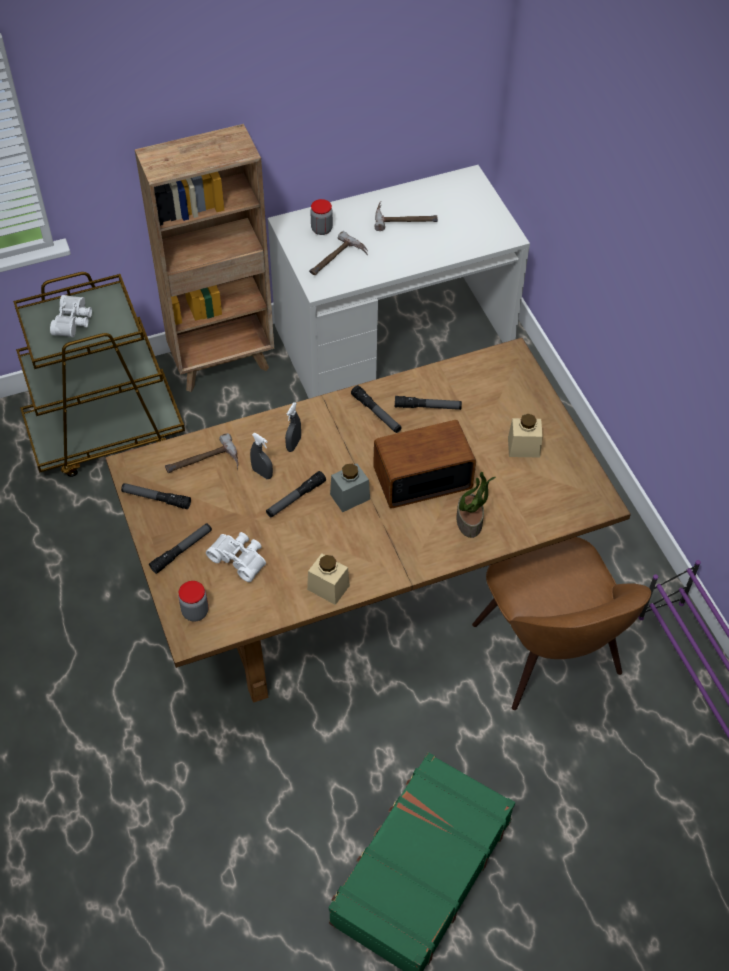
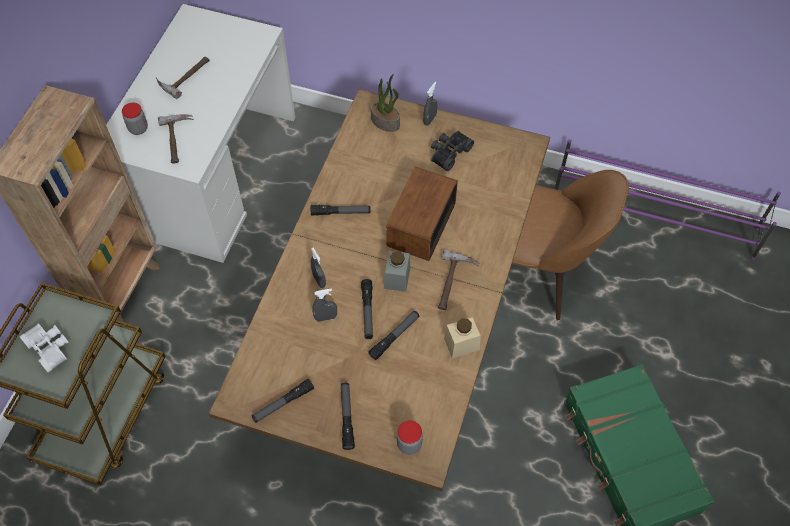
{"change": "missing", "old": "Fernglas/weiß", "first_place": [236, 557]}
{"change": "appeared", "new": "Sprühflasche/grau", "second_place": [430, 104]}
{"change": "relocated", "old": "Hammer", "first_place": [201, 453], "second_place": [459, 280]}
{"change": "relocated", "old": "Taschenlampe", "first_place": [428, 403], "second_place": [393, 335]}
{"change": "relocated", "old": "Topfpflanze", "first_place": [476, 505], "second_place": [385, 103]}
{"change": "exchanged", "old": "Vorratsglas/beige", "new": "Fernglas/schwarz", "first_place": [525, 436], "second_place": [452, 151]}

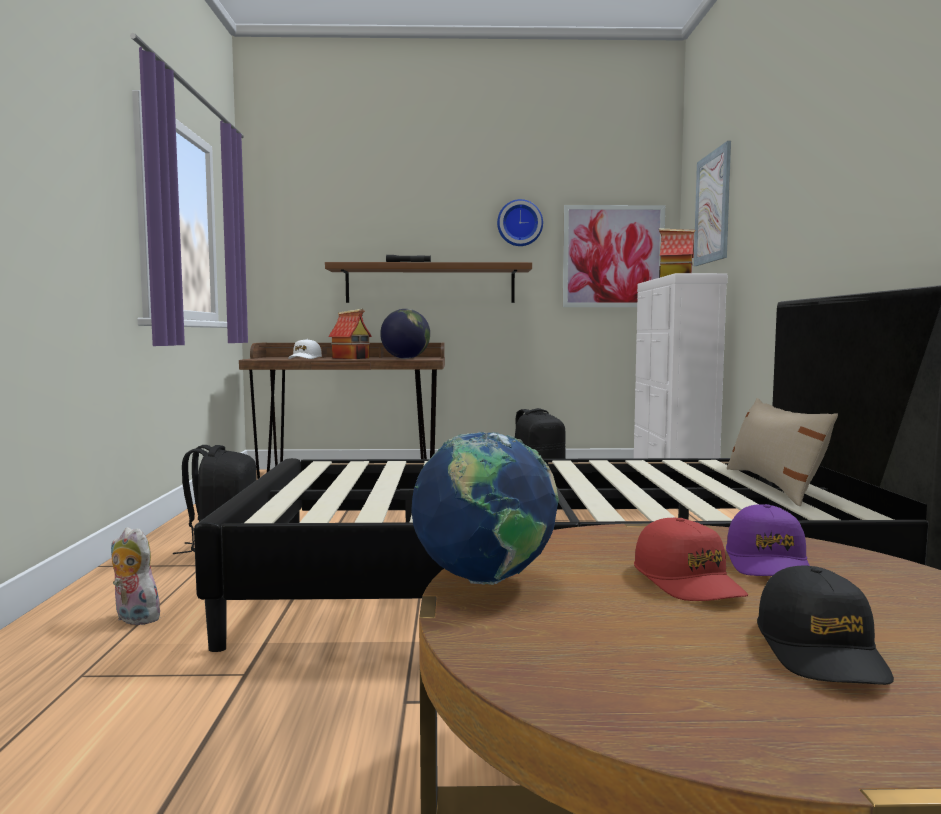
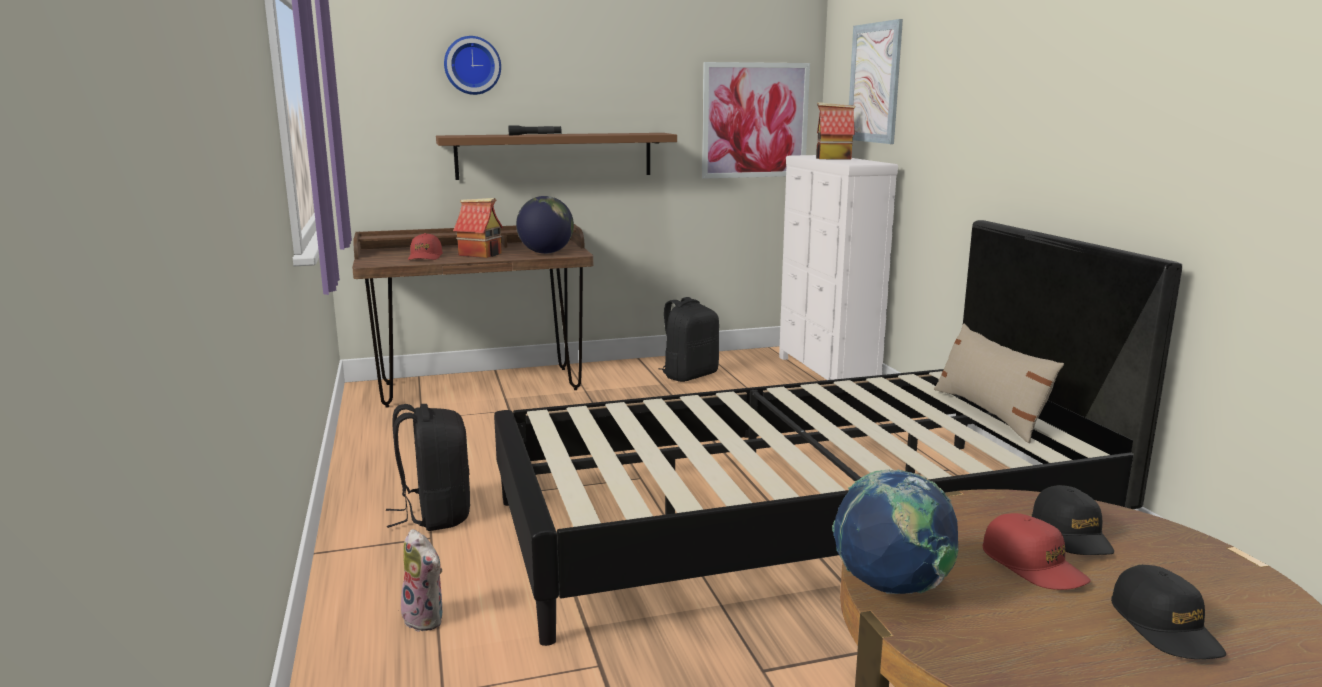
{"change": "relocated", "old": "Wanduhr", "first_place": [520, 222], "second_place": [472, 65]}
{"change": "colour", "old": "Kappe/weiß", "new": "Kappe/rot", "first_place": [305, 349], "second_place": [425, 246]}
{"change": "colour", "old": "Kappe/lila", "new": "Kappe/schwarz", "first_place": [768, 540], "second_place": [1073, 520]}
{"change": "spun", "old": "Plüschtier", "first_place": [136, 576], "second_place": [421, 580], "degrees": -150}

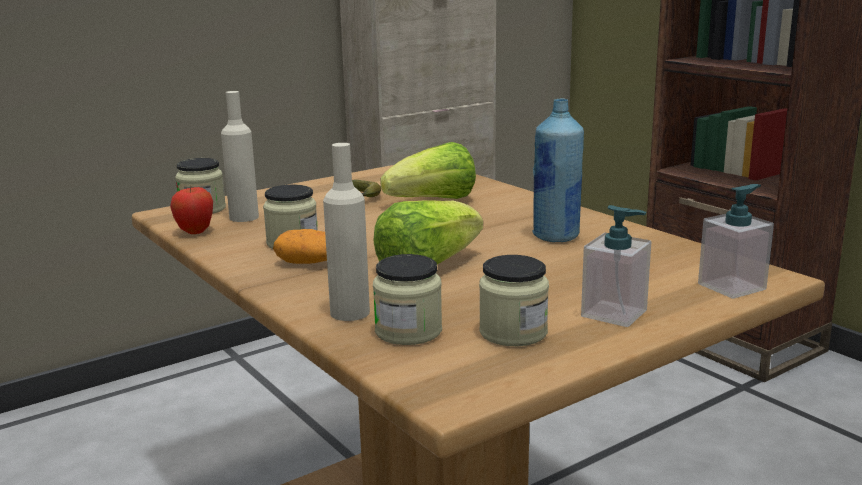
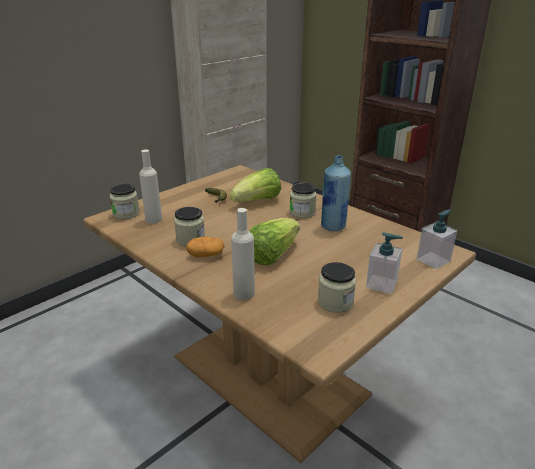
{"change": "missing", "old": "Apfel", "first_place": [191, 210]}
{"change": "relocated", "old": "Vorratsglas", "first_place": [407, 299], "second_place": [303, 200]}

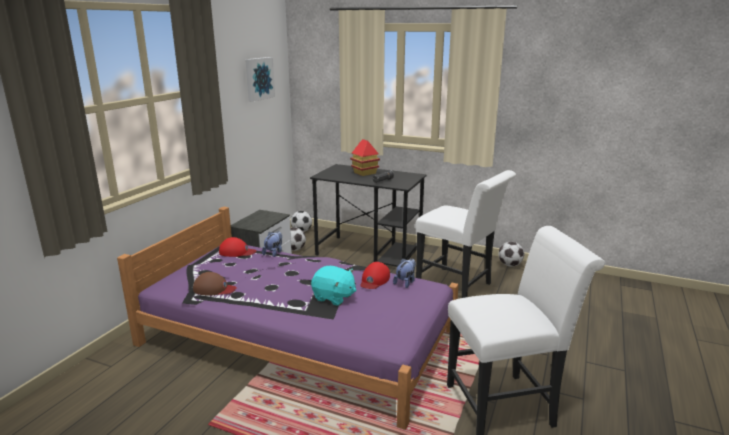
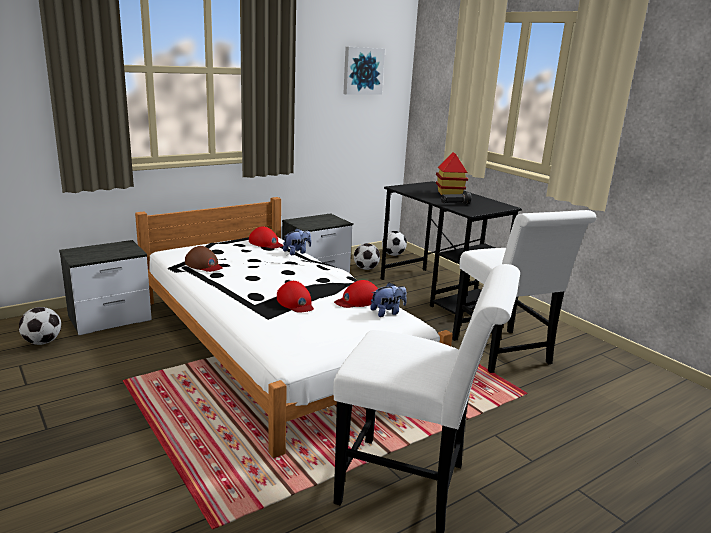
{"change": "appeared", "new": "Nachttisch", "second_place": [105, 287]}
{"change": "relocated", "old": "Fußball", "first_place": [511, 254], "second_place": [40, 326]}
{"change": "exchanged", "old": "Plüschtier/türkis", "new": "Kappe/rot", "first_place": [333, 286], "second_place": [295, 297]}
{"change": "colour", "old": "Bett/lila", "new": "Bett/weiß", "first_place": [288, 318], "second_place": [294, 327]}

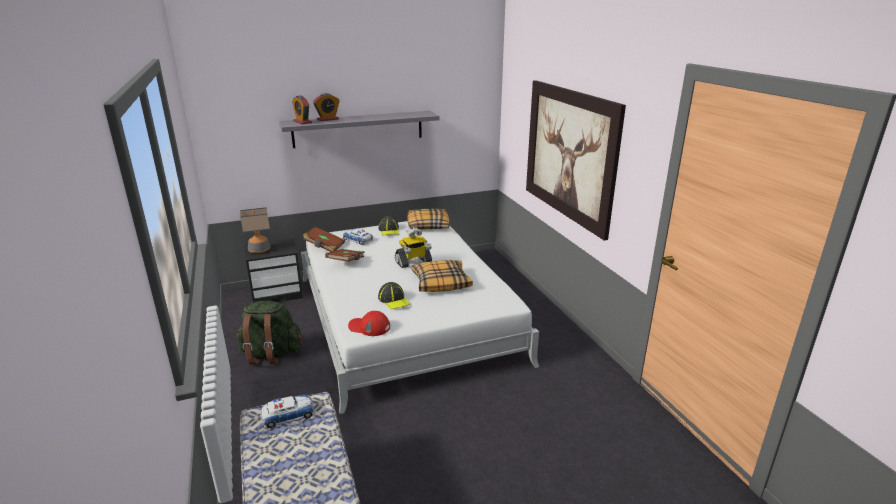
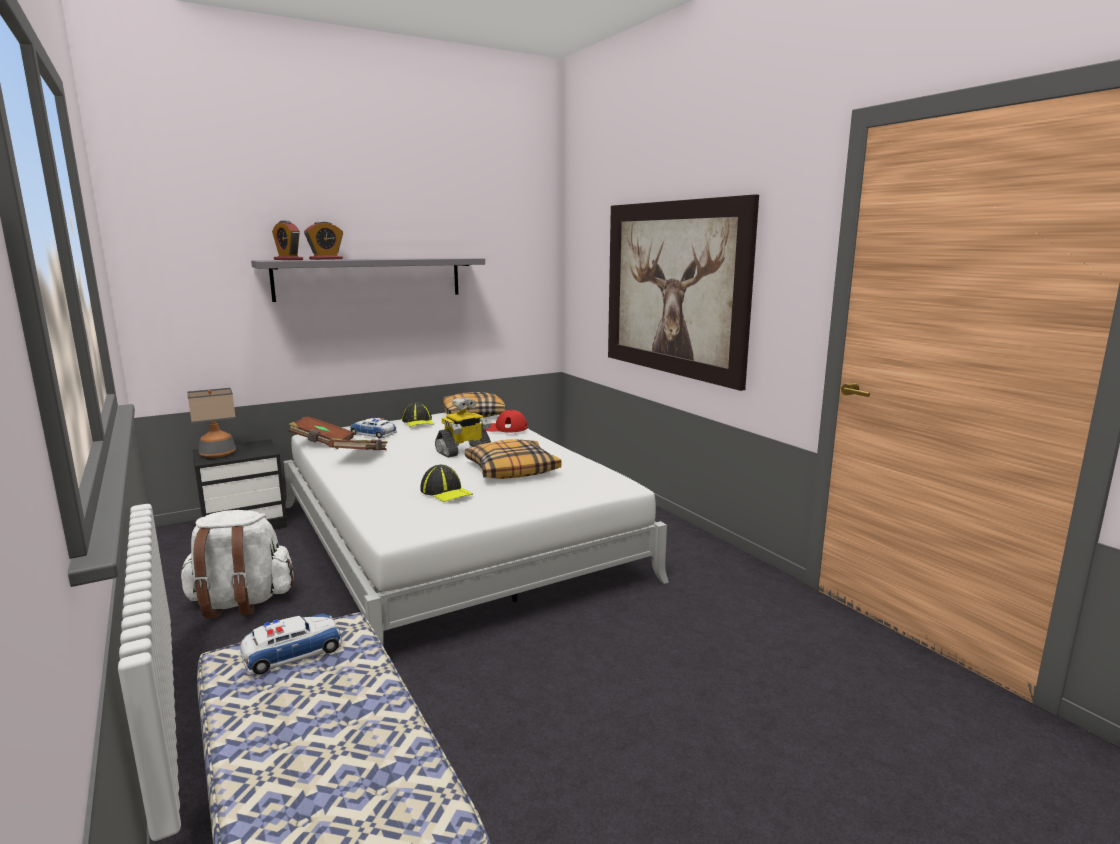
{"change": "relocated", "old": "Kappe/rot", "first_place": [369, 323], "second_place": [507, 421]}
{"change": "colour", "old": "Rucksack/grün", "new": "Rucksack/weiß", "first_place": [269, 333], "second_place": [236, 564]}

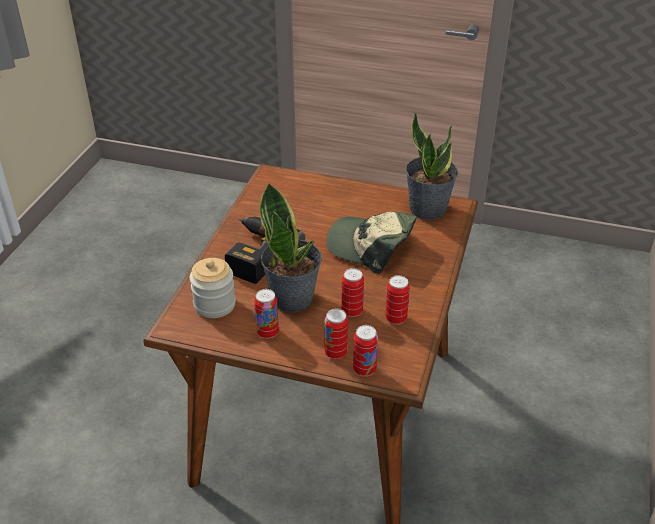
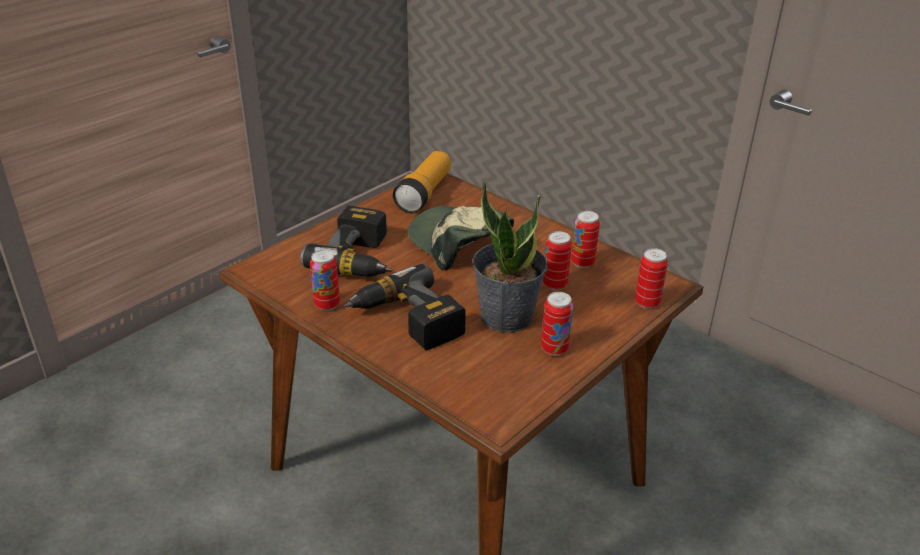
{"change": "missing", "old": "Vorratsglas", "first_place": [213, 288]}
{"change": "appeared", "new": "Bohrmaschine", "second_place": [346, 241]}
{"change": "relocated", "old": "Dose", "first_place": [336, 334], "second_place": [325, 280]}
{"change": "exchanged", "old": "Topfpflanze", "new": "Taschenlampe", "first_place": [431, 165], "second_place": [422, 182]}
{"change": "spun", "old": "Kappe", "first_place": [371, 243], "second_place": [461, 238], "degrees": 90}

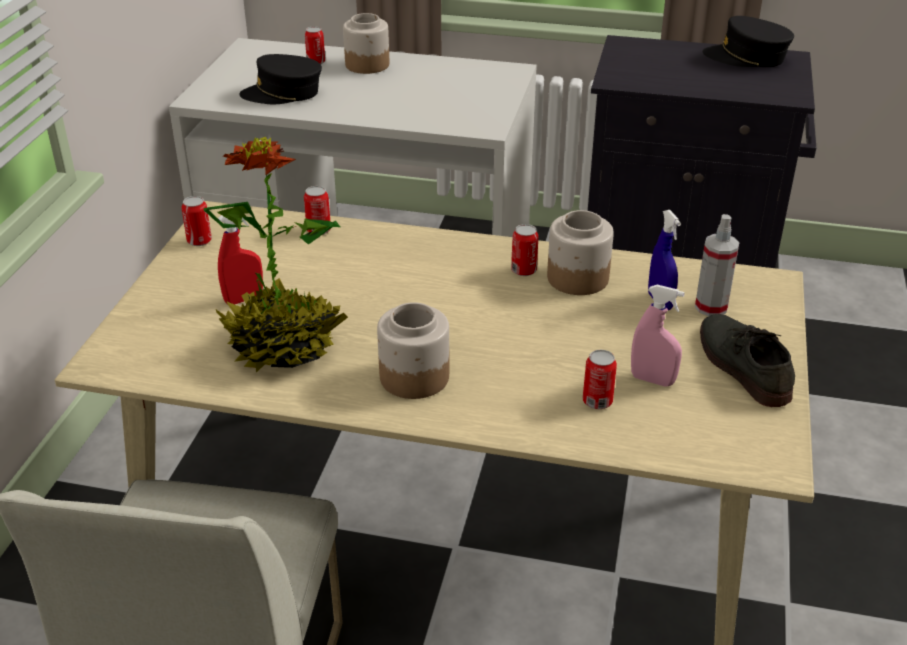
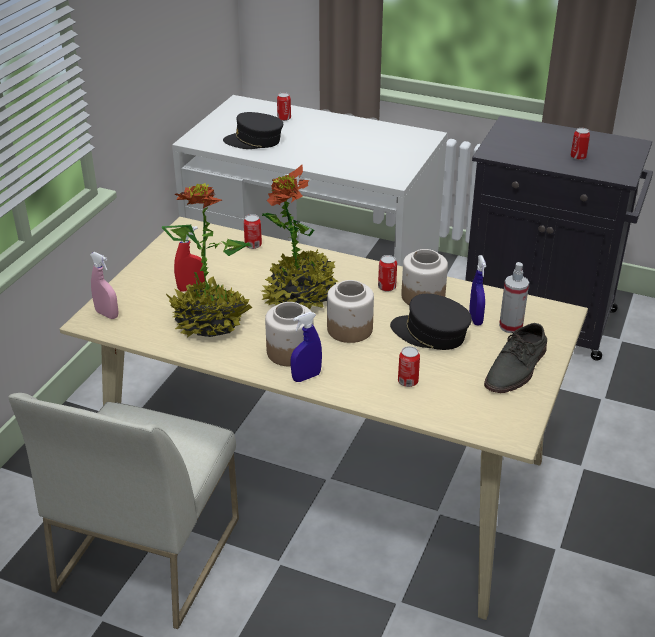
{"change": "appeared", "new": "Topfpflanze", "second_place": [300, 237]}
{"change": "appeared", "new": "Sprühflasche/blau", "second_place": [306, 347]}
{"change": "relocated", "old": "Dose", "first_place": [197, 221], "second_place": [580, 144]}
{"change": "relocated", "old": "Vorratsglas", "first_place": [366, 43], "second_place": [350, 311]}
{"change": "relocated", "old": "Sprühflasche/rosa", "first_place": [658, 335], "second_place": [104, 285]}
{"change": "relocated", "old": "Kappe/schwarz", "first_place": [748, 41], "second_place": [431, 322]}
{"change": "spun", "old": "Schuh/grau", "first_place": [747, 360], "second_place": [515, 358], "degrees": -135}

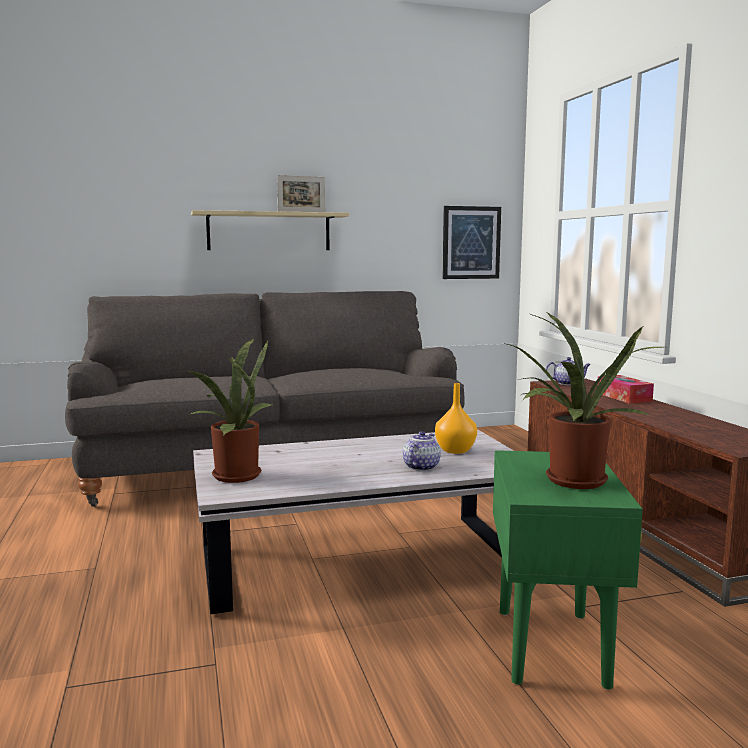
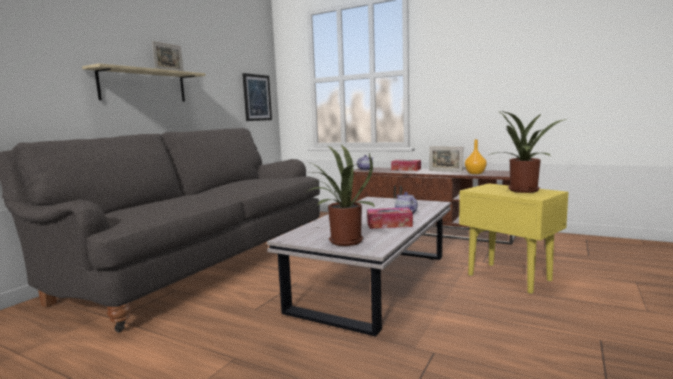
{"change": "appeared", "new": "Taschentuchbox", "second_place": [390, 218]}
{"change": "appeared", "new": "Bilderrahmen", "second_place": [446, 159]}
{"change": "relocated", "old": "Vase/orange", "first_place": [456, 418], "second_place": [476, 156]}
{"change": "colour", "old": "Beistelltisch/grün", "new": "Beistelltisch/gelb", "first_place": [568, 569], "second_place": [513, 238]}

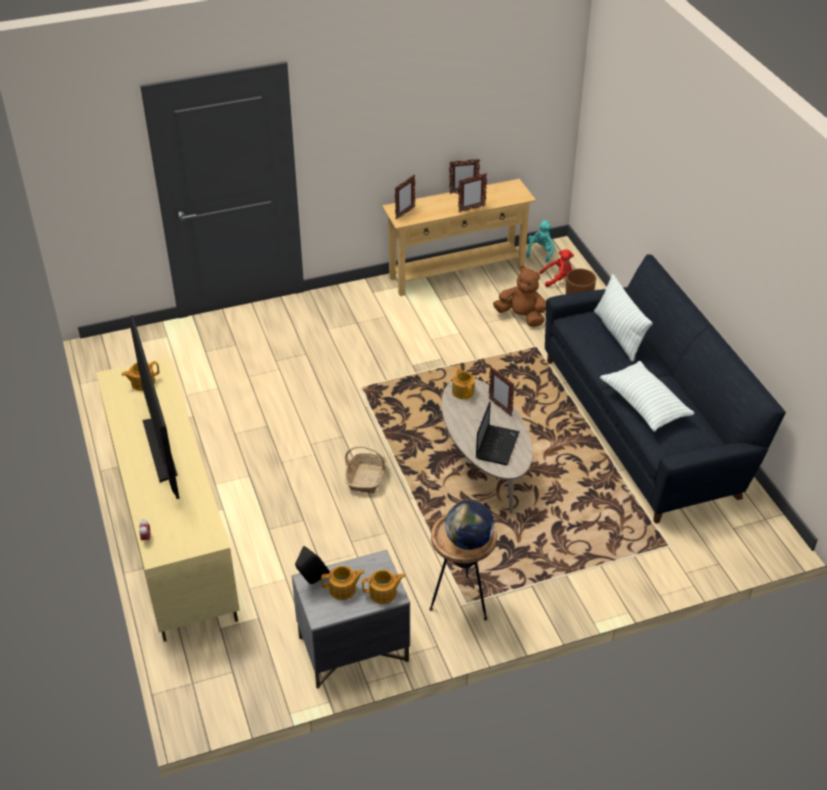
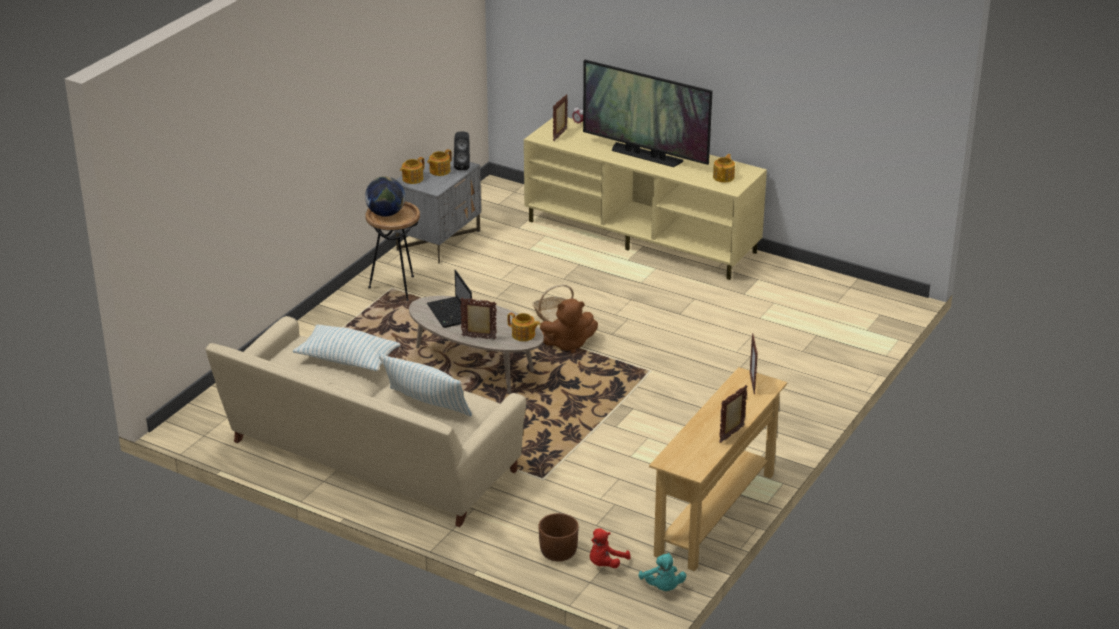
{"change": "relocated", "old": "Bilderrahmen", "first_place": [472, 192], "second_place": [560, 117]}
{"change": "relocated", "old": "Plüschtier/braun", "first_place": [519, 296], "second_place": [569, 326]}
{"change": "colour", "old": "Sofa/schwarz", "new": "Sofa/beige", "first_place": [665, 389], "second_place": [365, 421]}

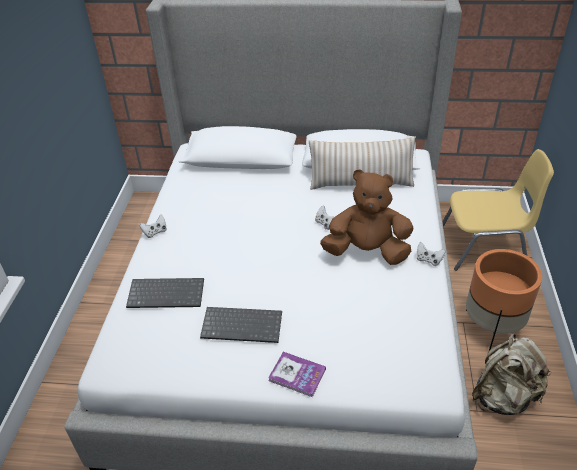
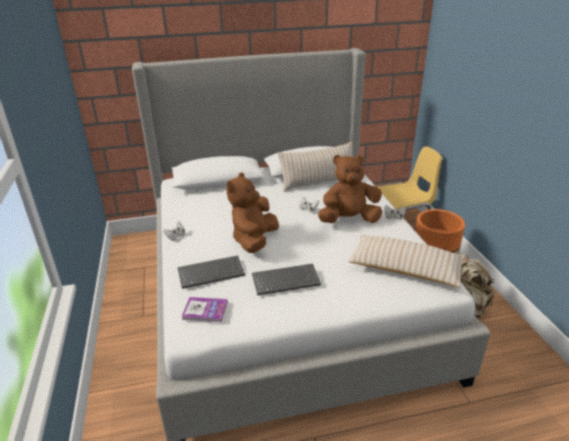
{"change": "appeared", "new": "Plüschtier/braun", "second_place": [252, 212]}
{"change": "appeared", "new": "Kissen/beige", "second_place": [406, 261]}
{"change": "relocated", "old": "Buch", "first_place": [297, 374], "second_place": [204, 309]}

